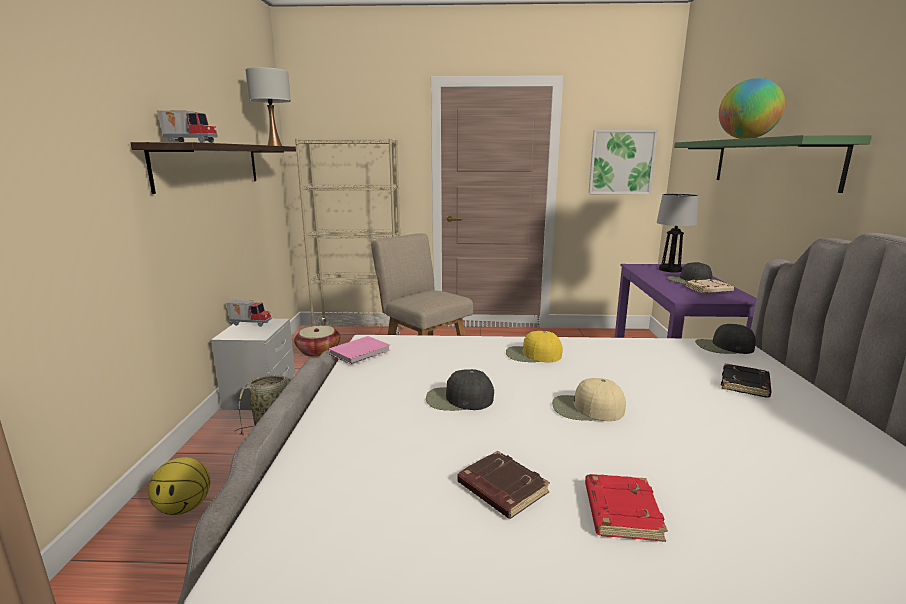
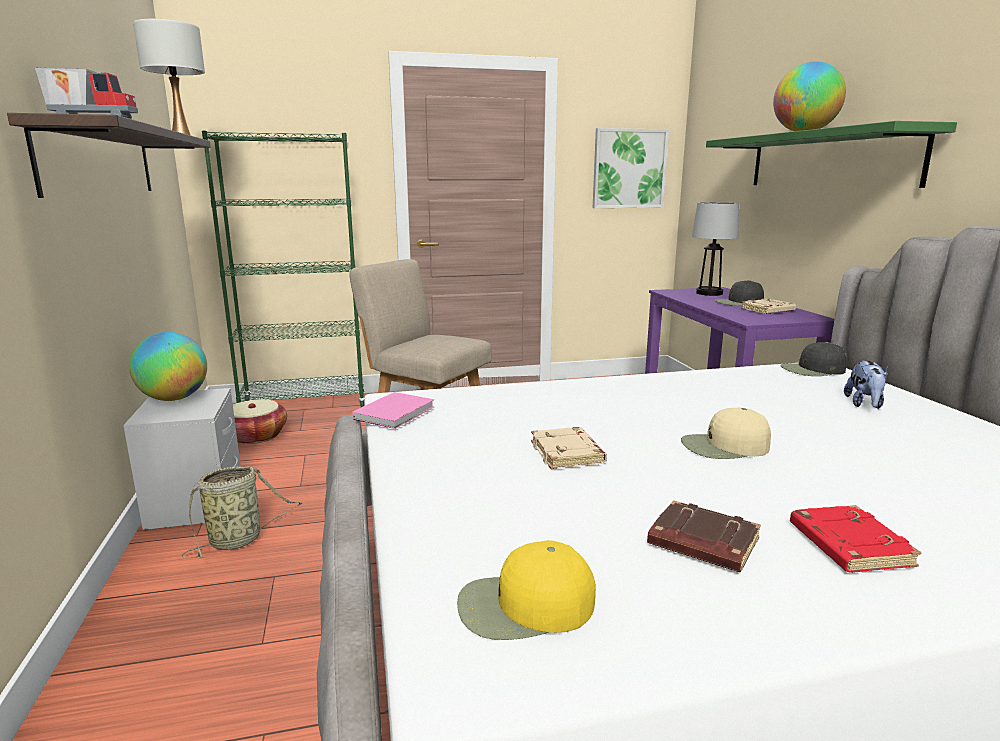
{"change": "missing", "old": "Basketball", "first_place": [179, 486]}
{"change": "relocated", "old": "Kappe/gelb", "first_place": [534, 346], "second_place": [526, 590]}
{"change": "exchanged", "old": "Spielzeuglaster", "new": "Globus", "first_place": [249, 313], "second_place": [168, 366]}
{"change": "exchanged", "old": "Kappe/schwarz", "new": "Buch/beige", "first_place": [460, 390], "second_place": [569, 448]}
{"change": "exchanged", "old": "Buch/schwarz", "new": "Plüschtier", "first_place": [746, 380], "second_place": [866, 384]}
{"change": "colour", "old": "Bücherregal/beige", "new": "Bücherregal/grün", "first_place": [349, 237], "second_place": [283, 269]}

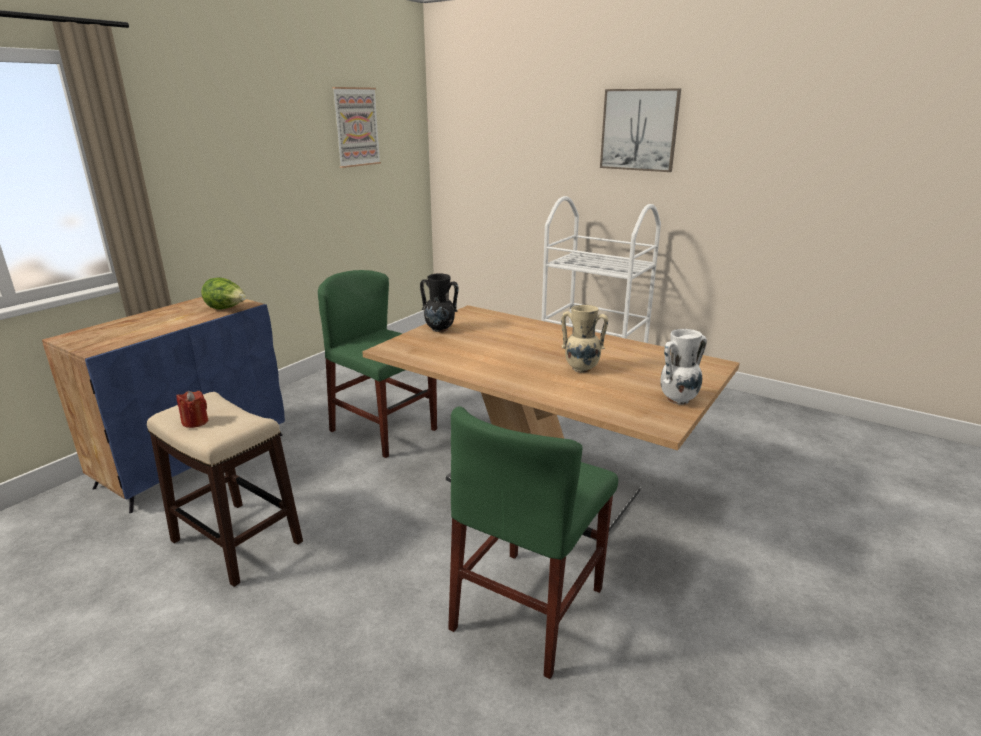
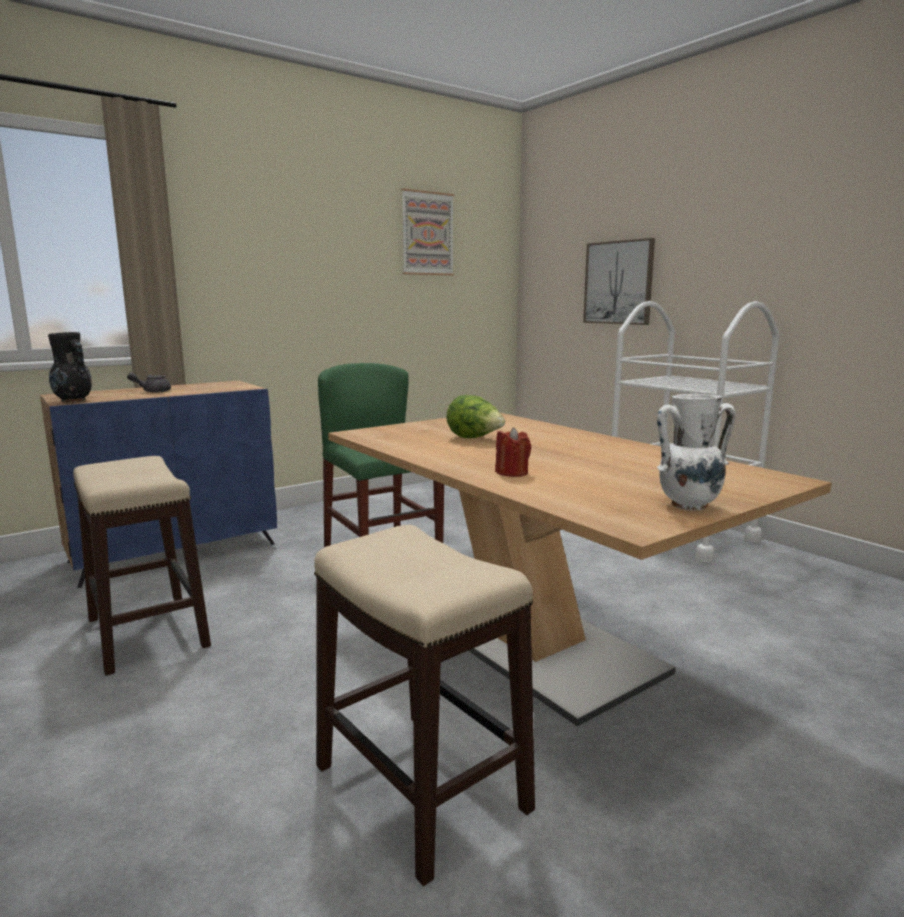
{"change": "missing", "old": "Vase/beige", "first_place": [584, 339]}
{"change": "appeared", "new": "Teekanne/grau", "second_place": [149, 383]}
{"change": "relocated", "old": "Kerze/rot", "first_place": [192, 409], "second_place": [513, 452]}
{"change": "relocated", "old": "Salatkopf", "first_place": [223, 294], "second_place": [475, 416]}
{"change": "relocated", "old": "Vase/schwarz", "first_place": [439, 302], "second_place": [70, 367]}
{"change": "relocated", "old": "Bild", "first_place": [640, 130], "second_place": [619, 281]}
{"change": "exchanged", "old": "Stuhl/grün", "new": "Hocker", "first_place": [533, 542], "second_place": [424, 705]}

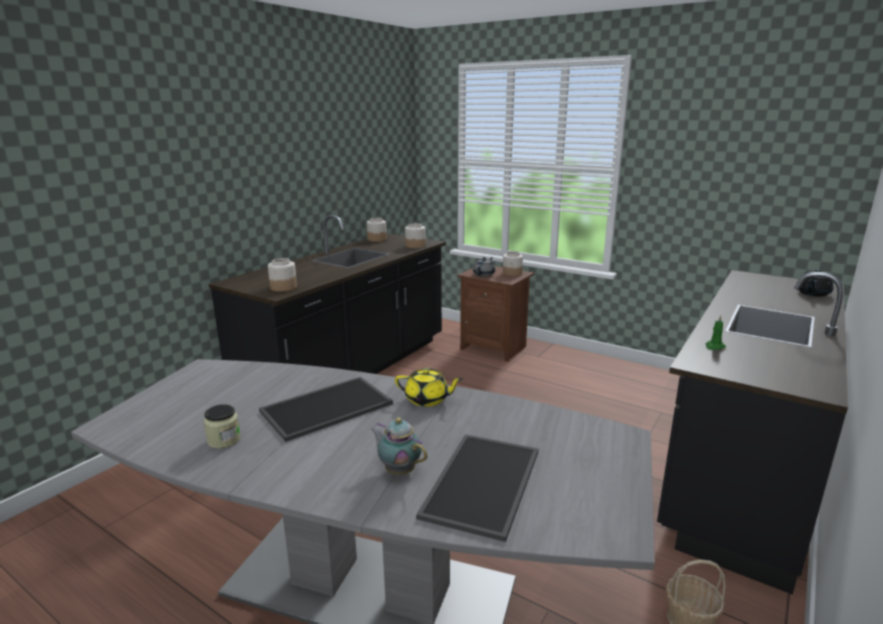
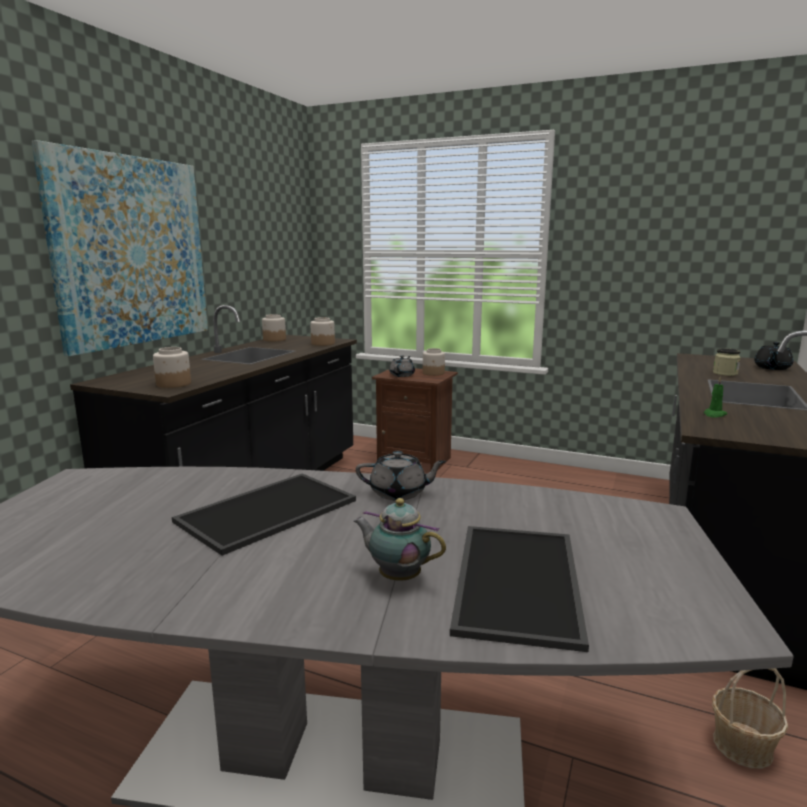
{"change": "appeared", "new": "Bild", "second_place": [119, 248]}
{"change": "relocated", "old": "Vorratsglas", "first_place": [222, 426], "second_place": [727, 362]}
{"change": "colour", "old": "Teekanne/gelb", "new": "Teekanne/grau", "first_place": [429, 387], "second_place": [401, 476]}

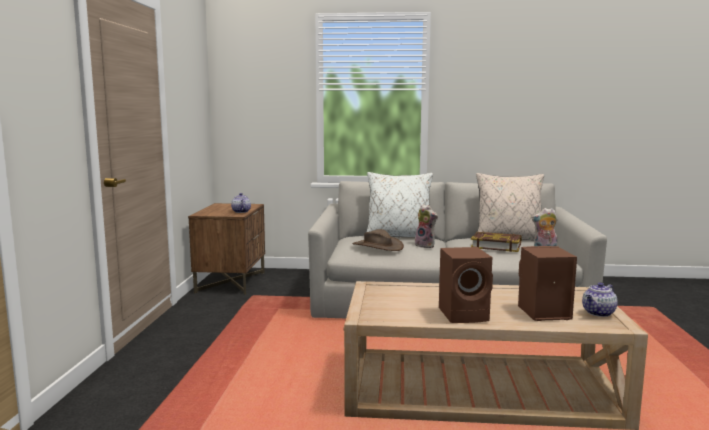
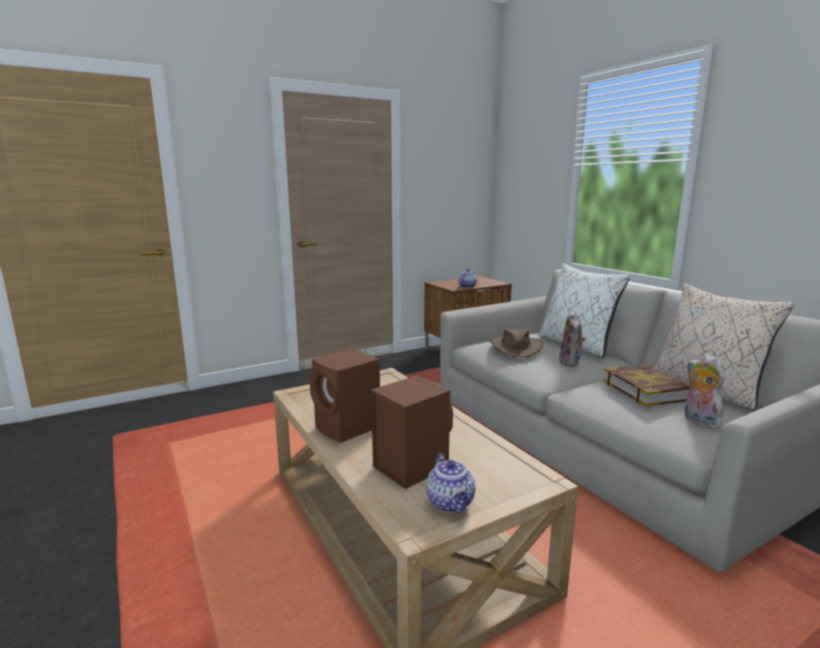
{"change": "spun", "old": "Teekanne", "first_place": [600, 299], "second_place": [450, 483], "degrees": -120}

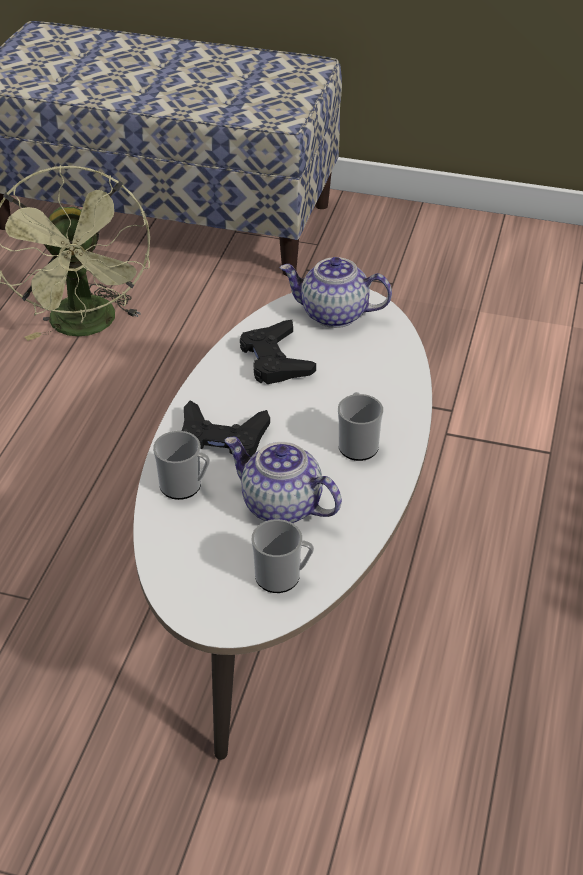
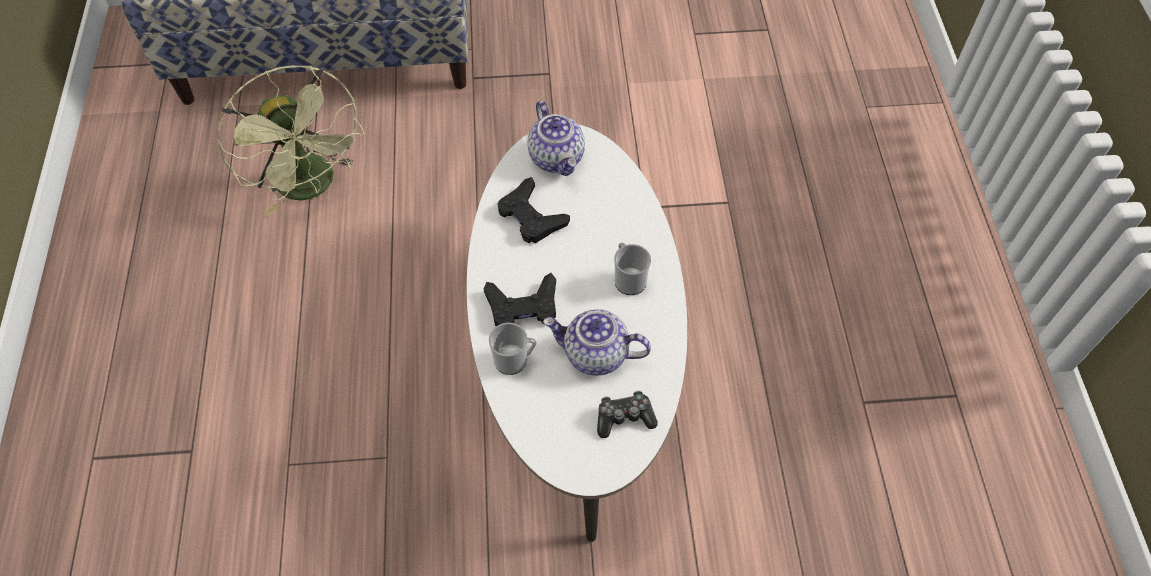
{"change": "exchanged", "old": "Henkelbecher", "new": "Gamepad", "first_place": [283, 556], "second_place": [627, 414]}
{"change": "spun", "old": "Teekanne", "first_place": [336, 292], "second_place": [556, 138], "degrees": -105}

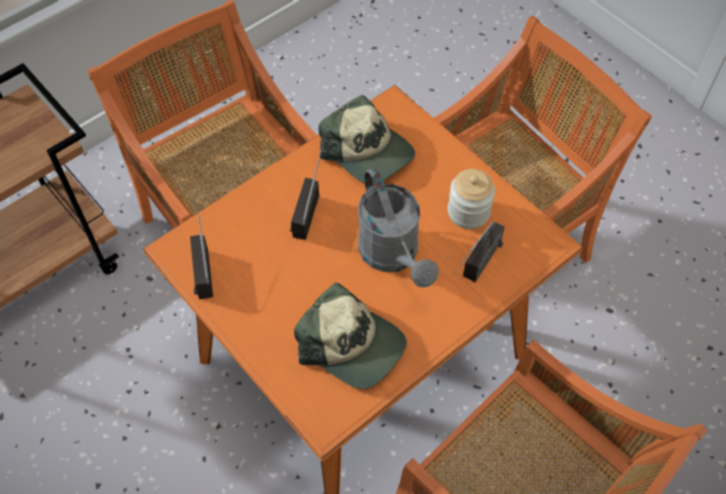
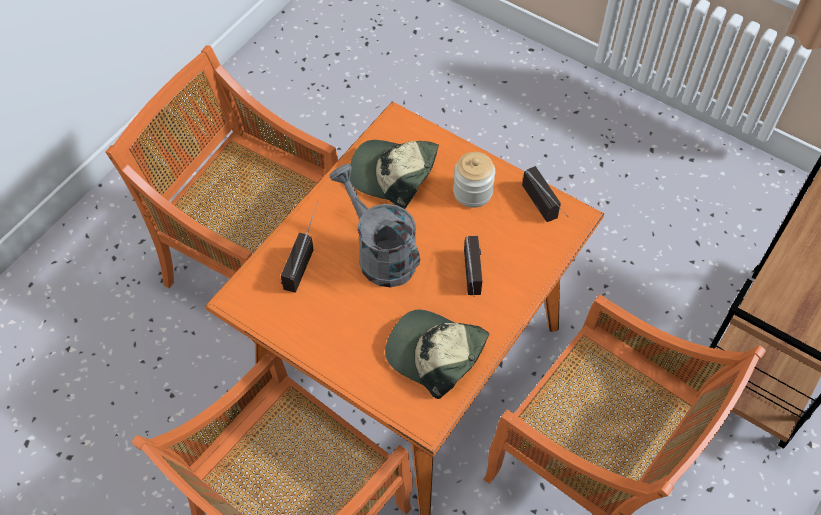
{"change": "relocated", "old": "Vorratsglas", "first_place": [471, 199], "second_place": [474, 180]}

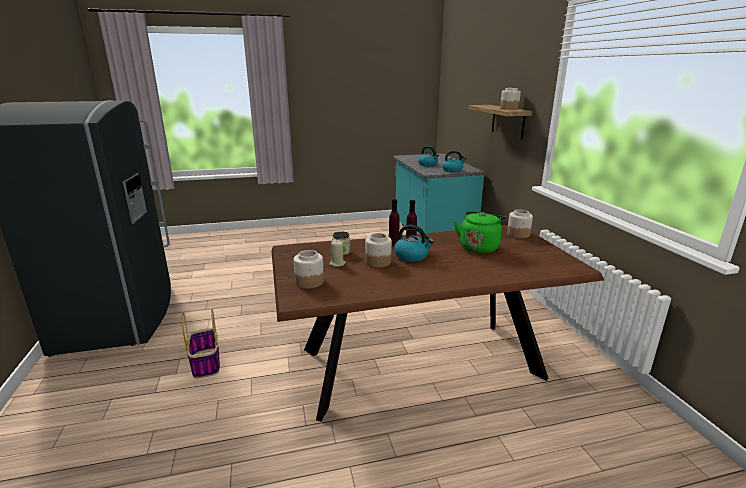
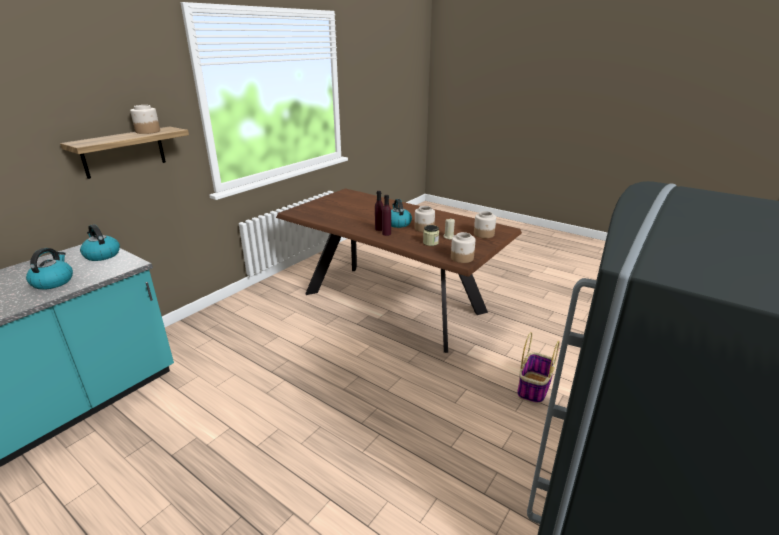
{"change": "missing", "old": "Wasserkessel/grün", "first_place": [480, 232]}
{"change": "relocated", "old": "Vorratsglas", "first_place": [520, 223], "second_place": [463, 247]}

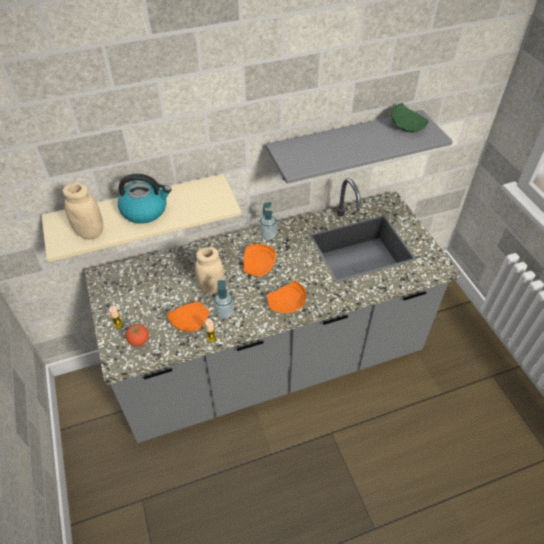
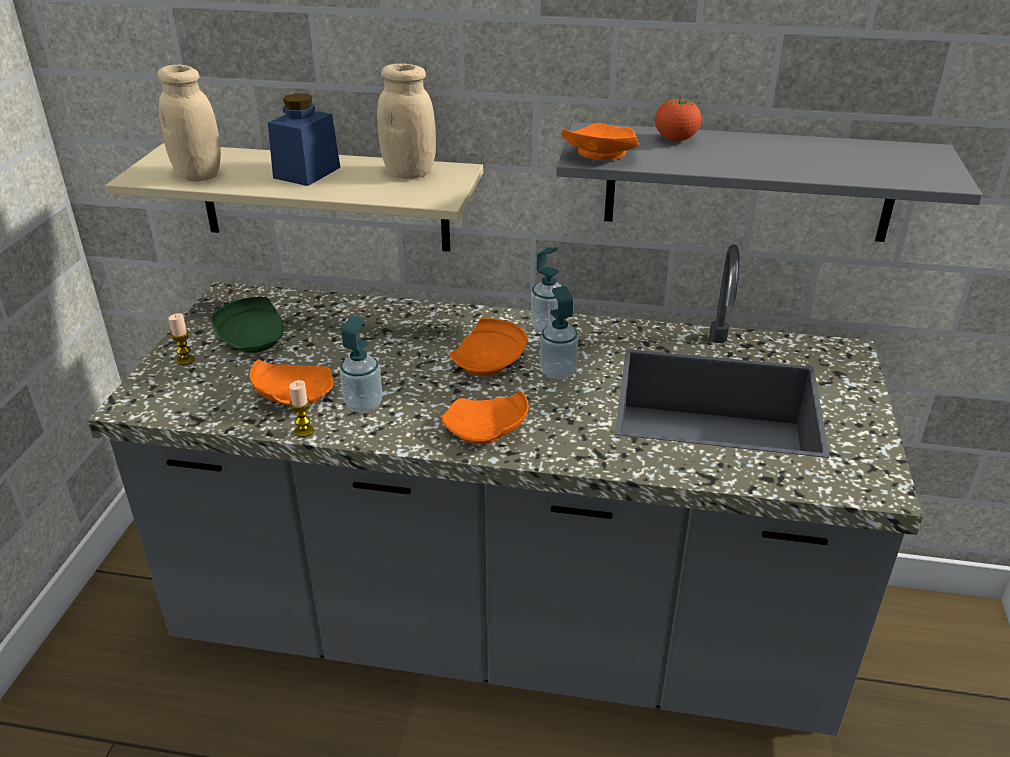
{"change": "appeared", "new": "Seifenspender", "second_place": [559, 332]}
{"change": "appeared", "new": "Teller/orange", "second_place": [600, 141]}
{"change": "relocated", "old": "Tomate", "first_place": [137, 335], "second_place": [678, 118]}
{"change": "relocated", "old": "Vorratsglas/beige", "first_place": [210, 270], "second_place": [406, 121]}
{"change": "relocated", "old": "Teller/grün", "first_place": [410, 118], "second_place": [247, 325]}
{"change": "exchanged", "old": "Wasserkessel", "new": "Vorratsglas/blau", "first_place": [144, 199], "second_place": [304, 139]}

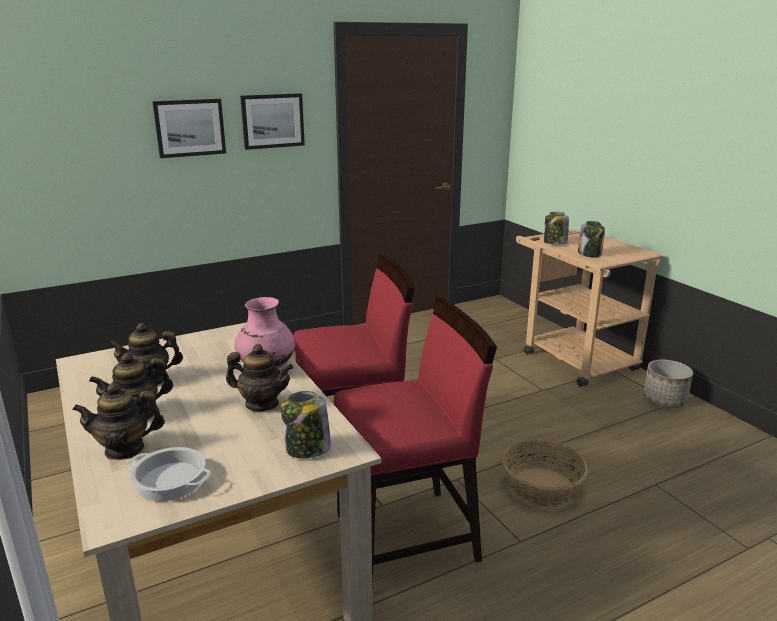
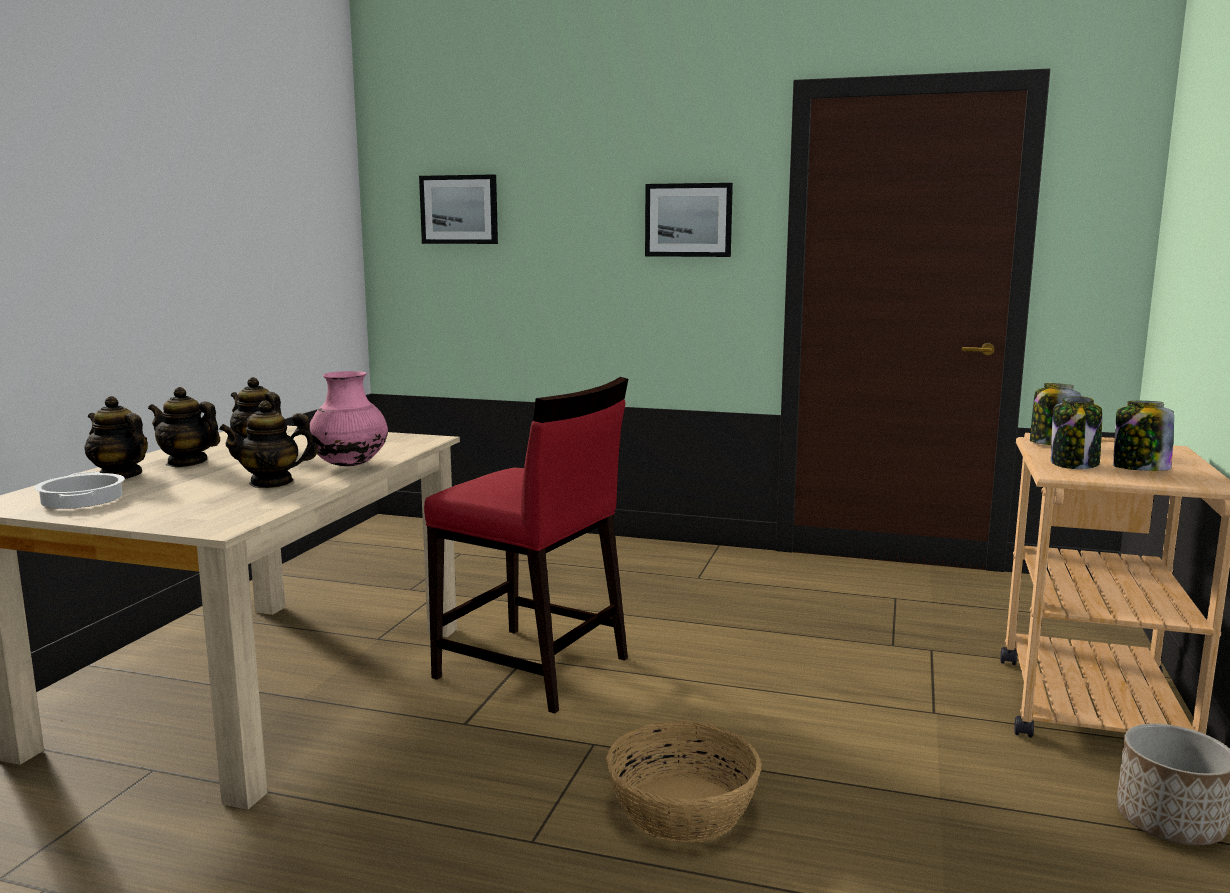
{"change": "missing", "old": "Stuhl/rot", "first_place": [415, 442]}
{"change": "relocated", "old": "Bild", "first_place": [189, 128], "second_place": [458, 209]}
{"change": "relocated", "old": "Vorratsglas", "first_place": [306, 425], "second_place": [1143, 436]}
{"change": "spun", "old": "Teekanne", "first_place": [259, 377], "second_place": [268, 444], "degrees": 105}

